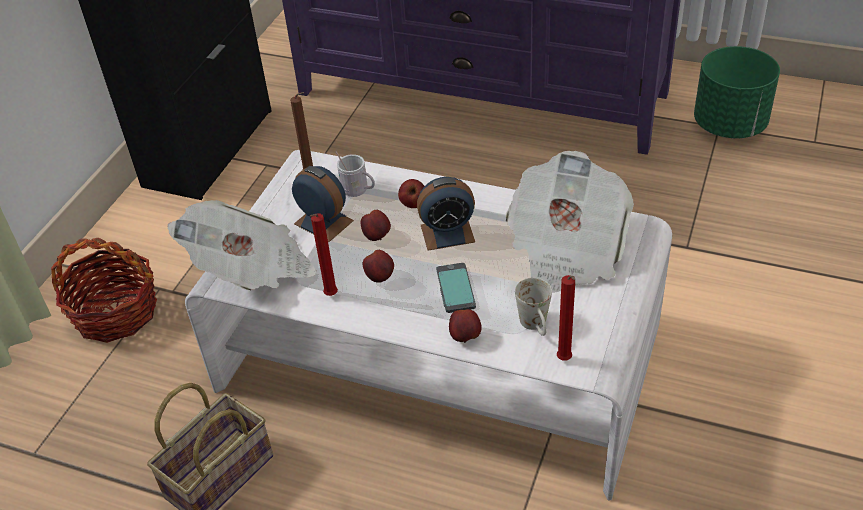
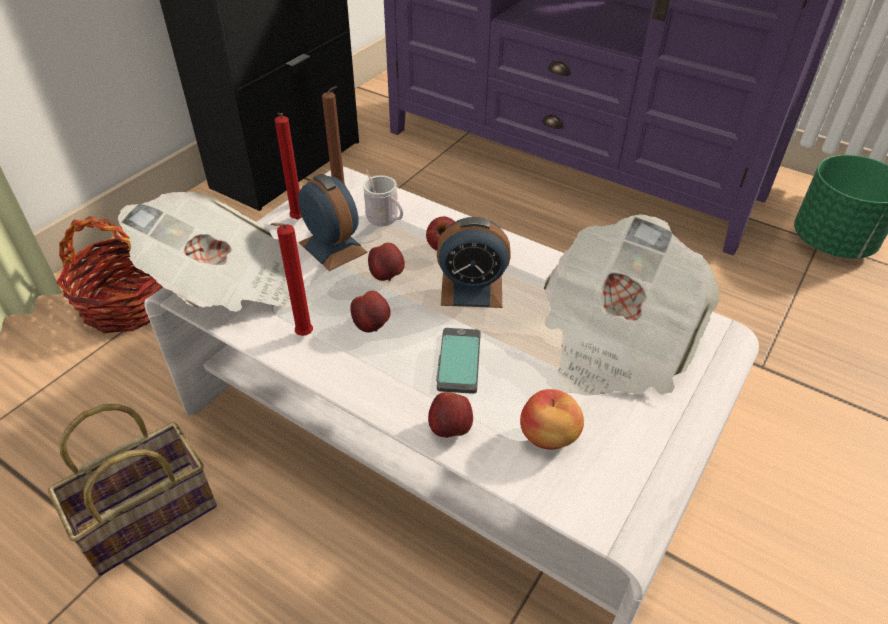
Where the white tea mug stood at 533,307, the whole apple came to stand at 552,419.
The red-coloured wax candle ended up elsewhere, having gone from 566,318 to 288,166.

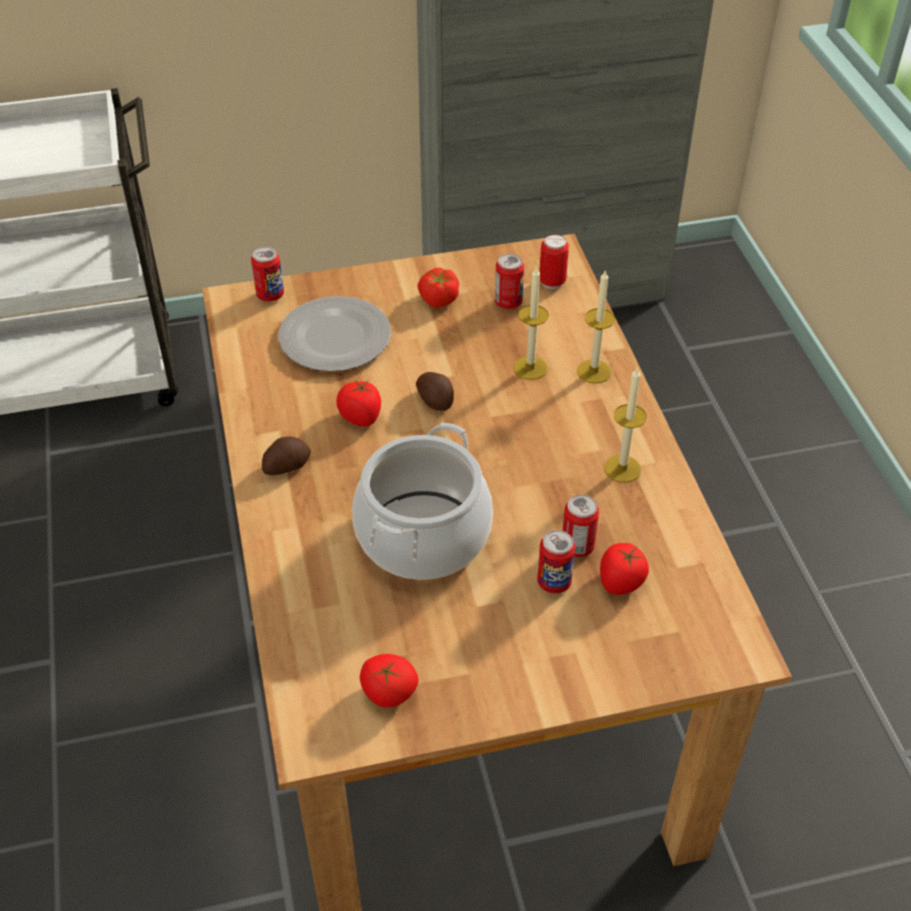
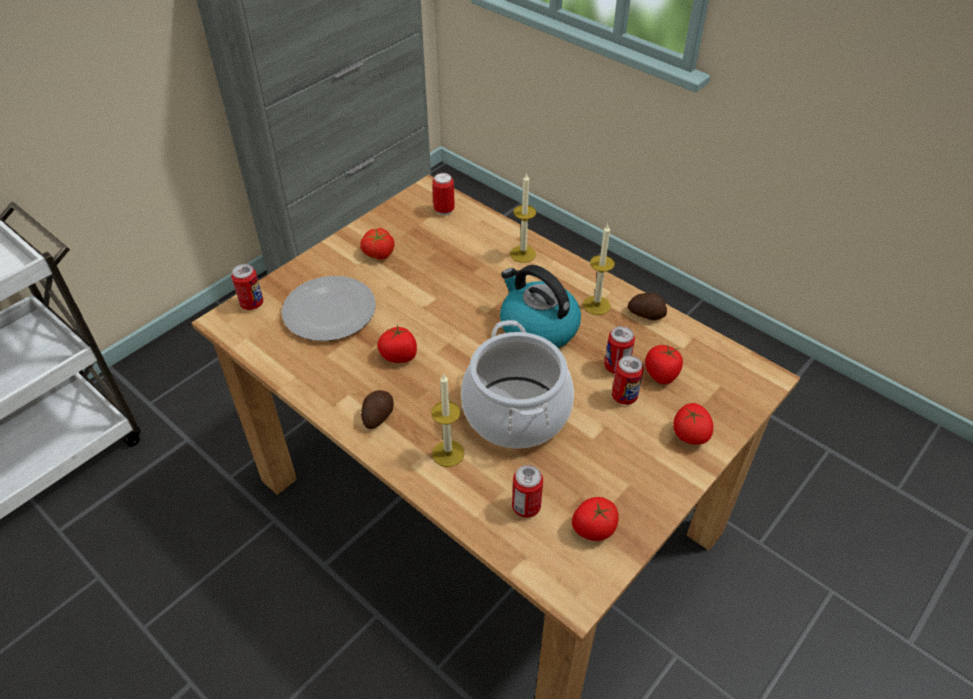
The whole potato ended up elsewhere, having gone from 435,391 to 647,306.
The can ended up elsewhere, having gone from 509,281 to 527,491.
The wax candle ended up elsewhere, having gone from 531,323 to 447,420.
The second view gained the kettle at 540,306.
The second view gained the whole tomato at 693,424.

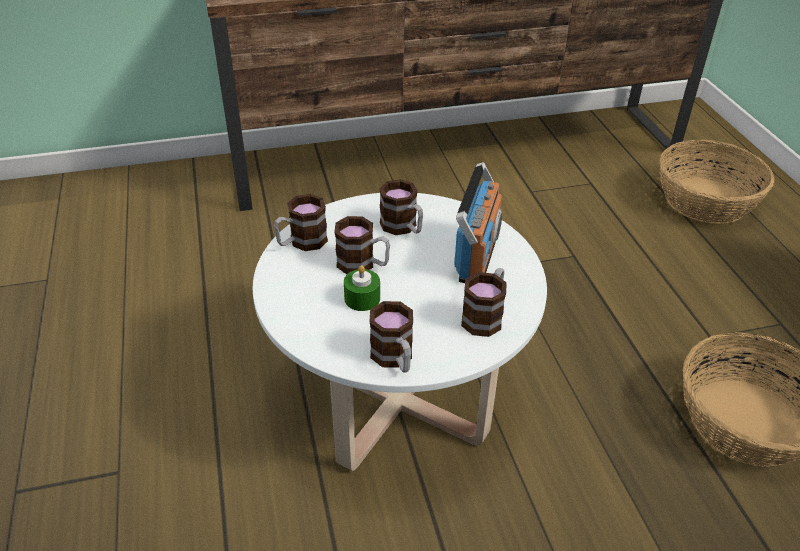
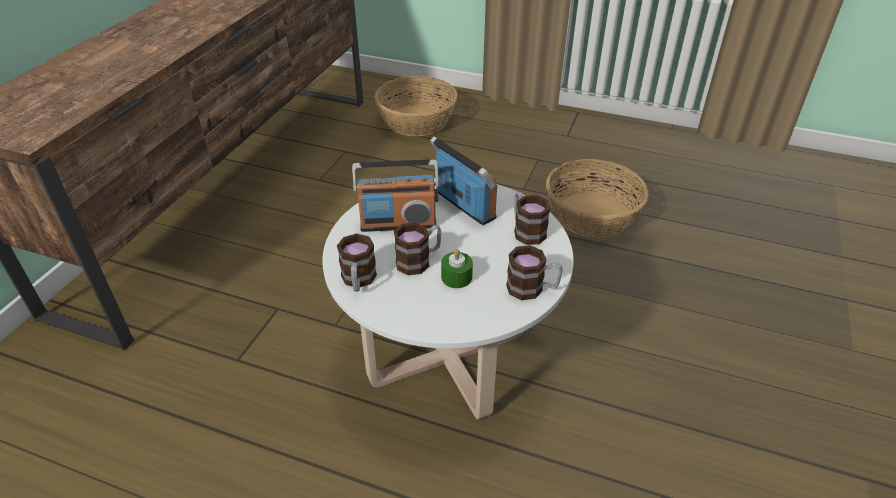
Where the tea mug stood at 401,207, the radio came to stand at 395,195.

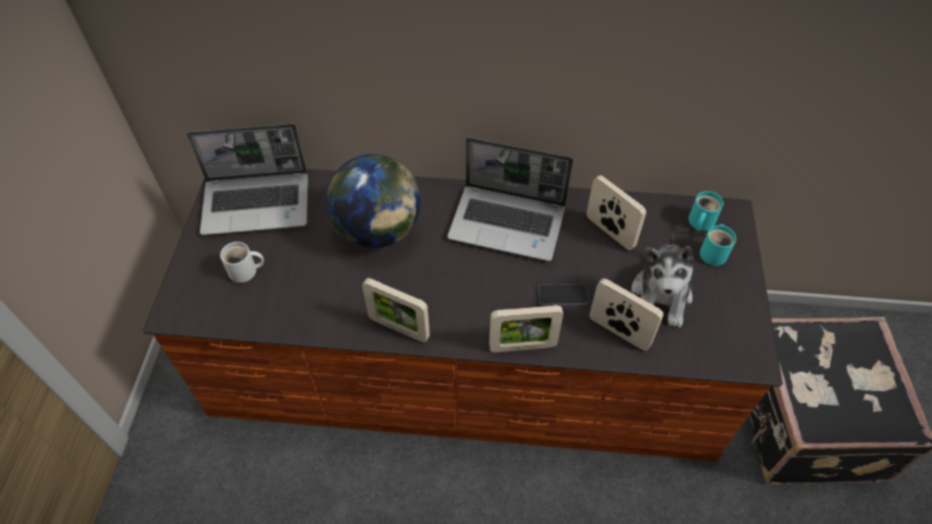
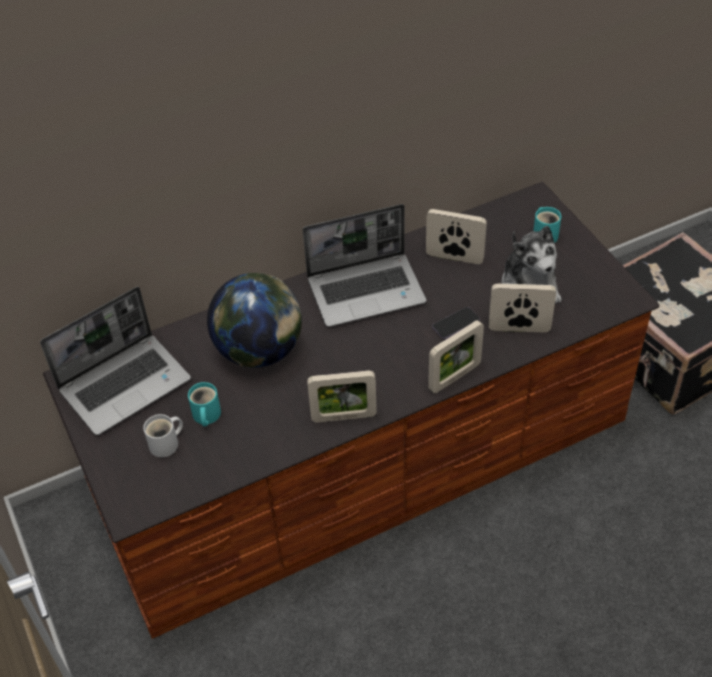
The turquoise tea mug ended up elsewhere, having gone from 705,211 to 204,404.

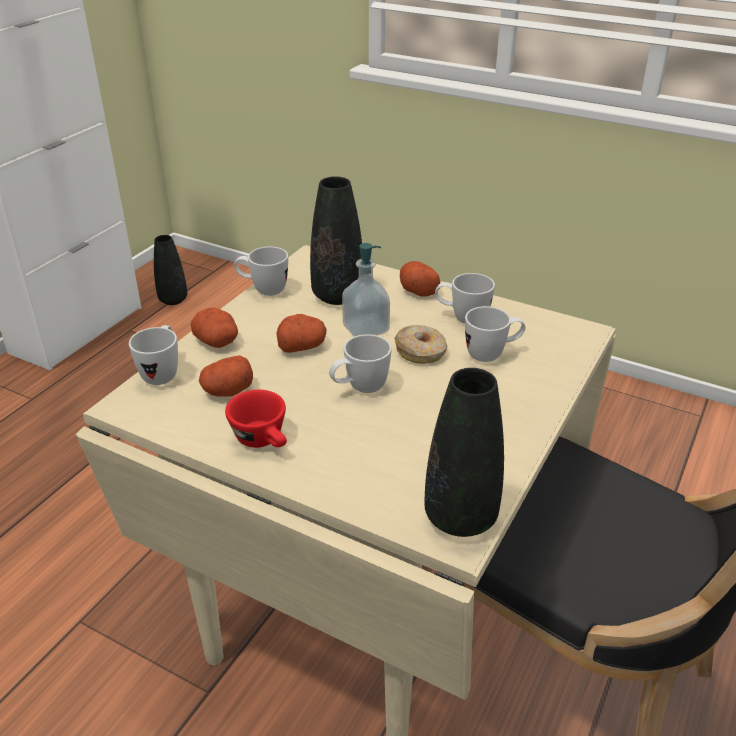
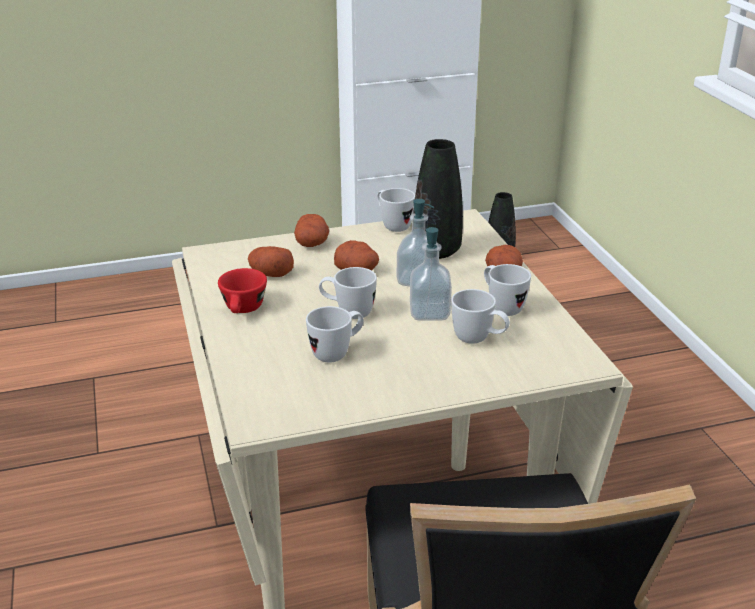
The white tea mug ended up elsewhere, having gone from 153,355 to 335,334.
Where the ring doughnut stood at 421,344, the soap bottle came to stand at 431,274.
The second view lost the black-coloured flower vase at 464,452.

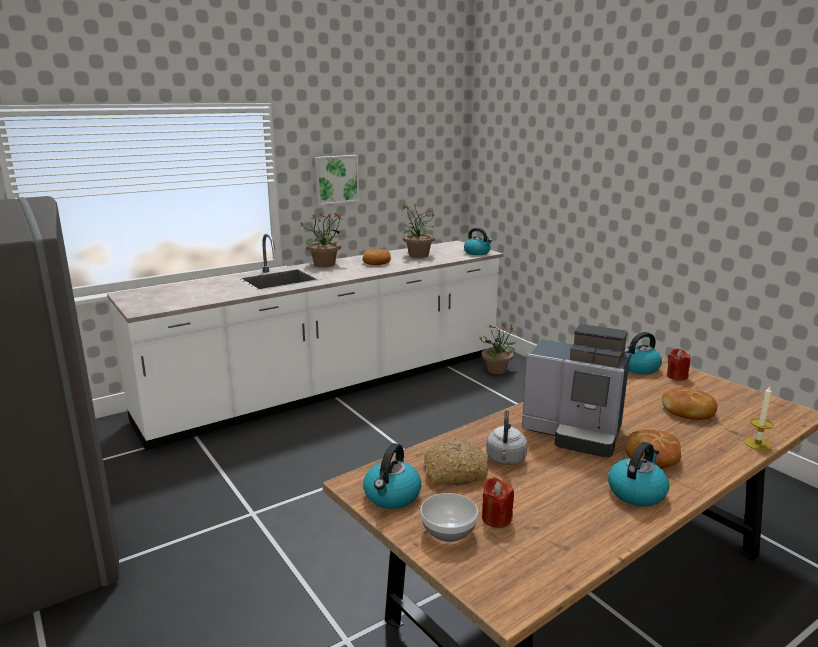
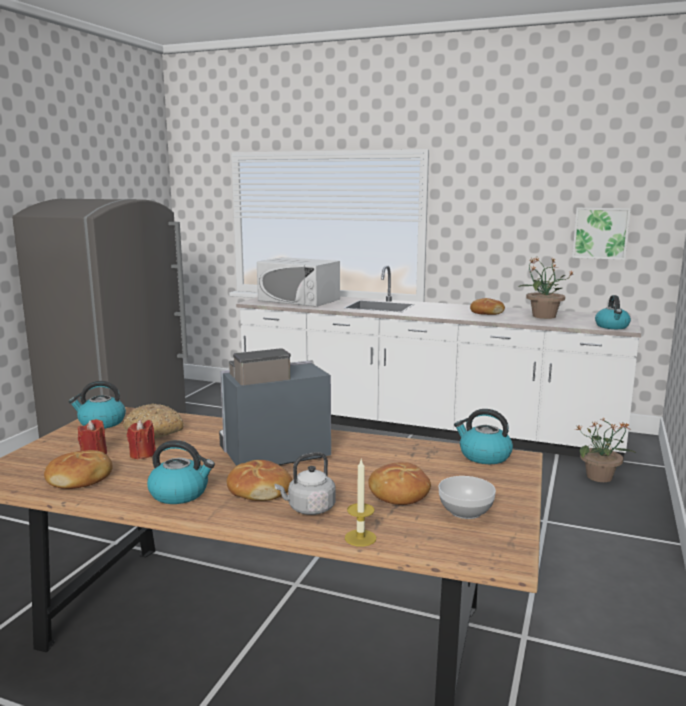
The second view lost the houseplant at 324,239.
The picture ended up elsewhere, having gone from 336,180 to 601,234.
The serving bowl ended up elsewhere, having gone from 449,517 to 467,497.
The gray kettle ended up elsewhere, having gone from 507,437 to 305,483.
The coffee machine at 576,391 ended up facing another way, 75 degrees clockwise from before.
The red-coloured wax candle ended up elsewhere, having gone from 679,364 to 141,440.
The second view gained the bread at 78,469.
The second view gained the white microwave oven at 298,282.

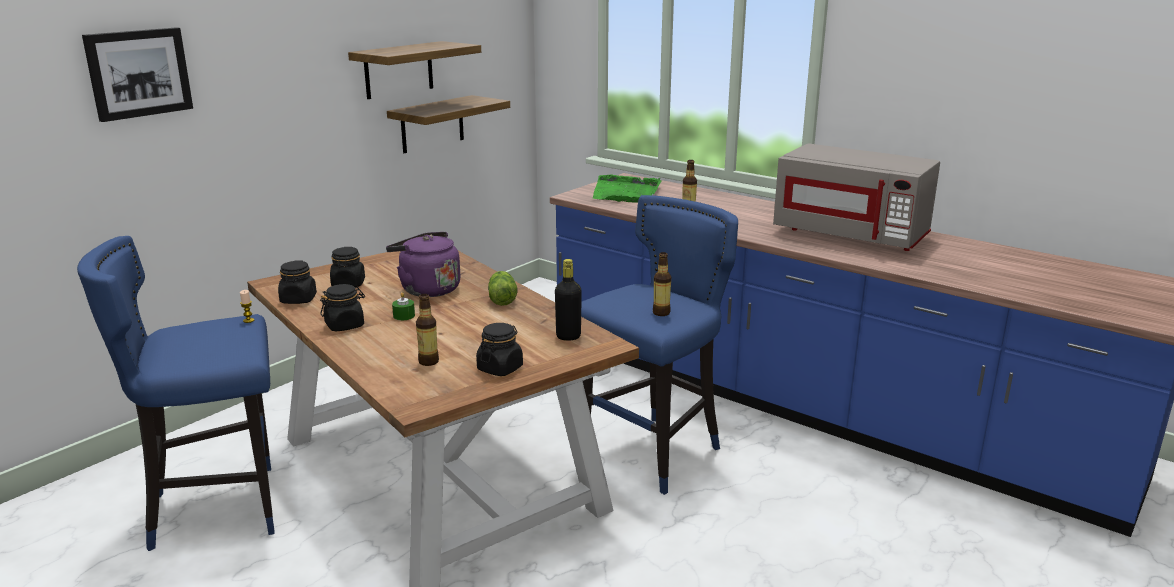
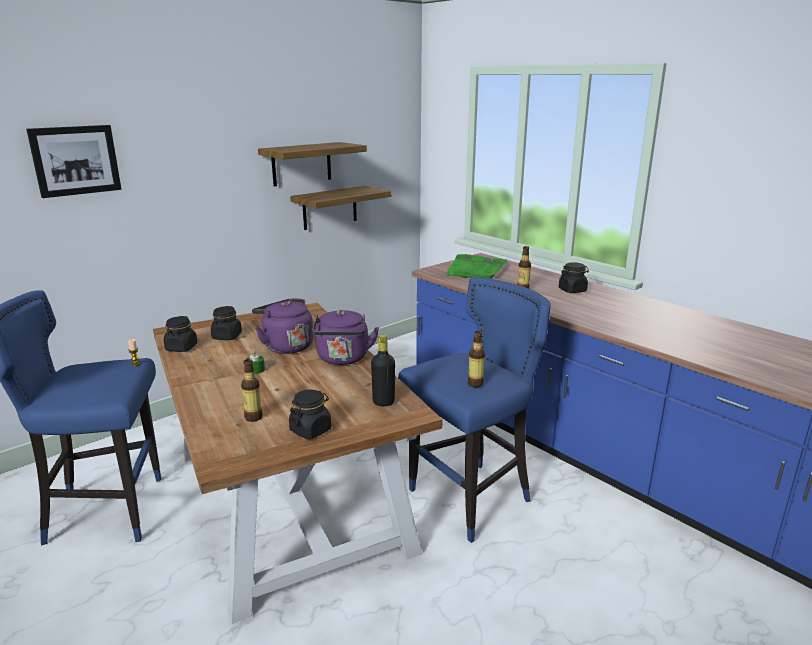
The black-coloured jar ended up elsewhere, having gone from 342,307 to 574,277.
Where the lettuce head stood at 502,288, the purple-coloured kettle came to stand at 345,337.
The second view lost the gray microwave oven at 856,197.

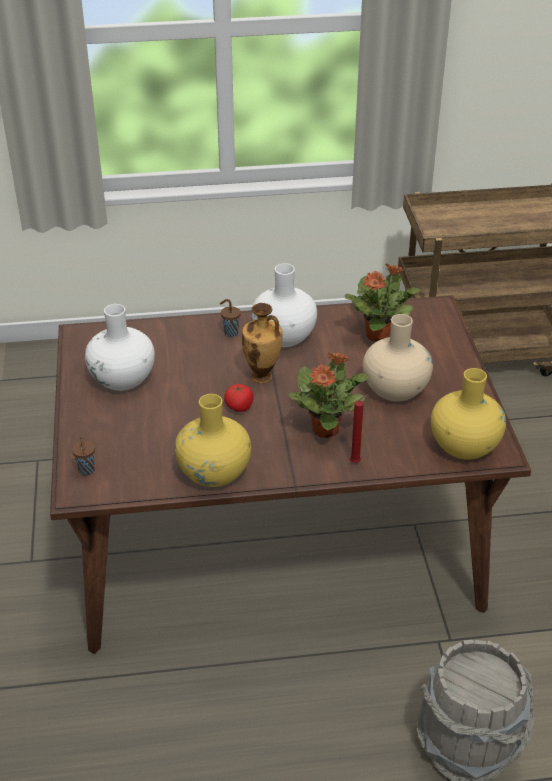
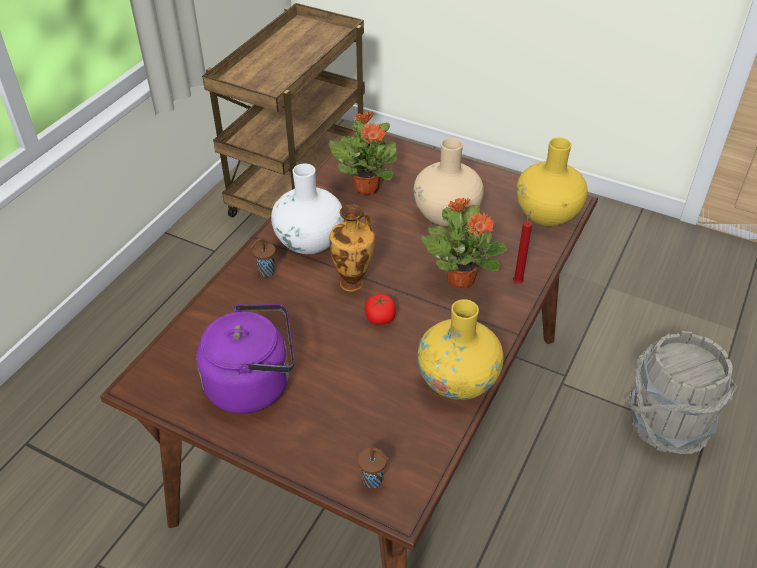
Where the white flower vase stood at 120,347, the purple-coloured kettle came to stand at 245,359.

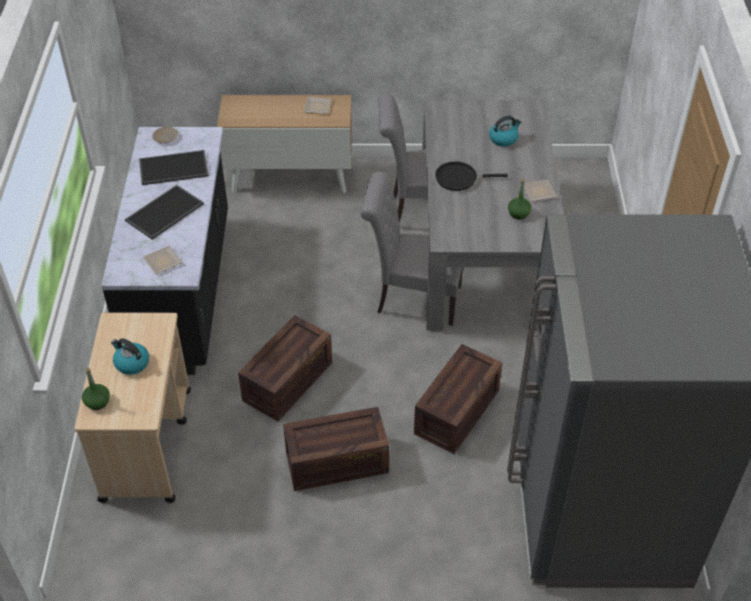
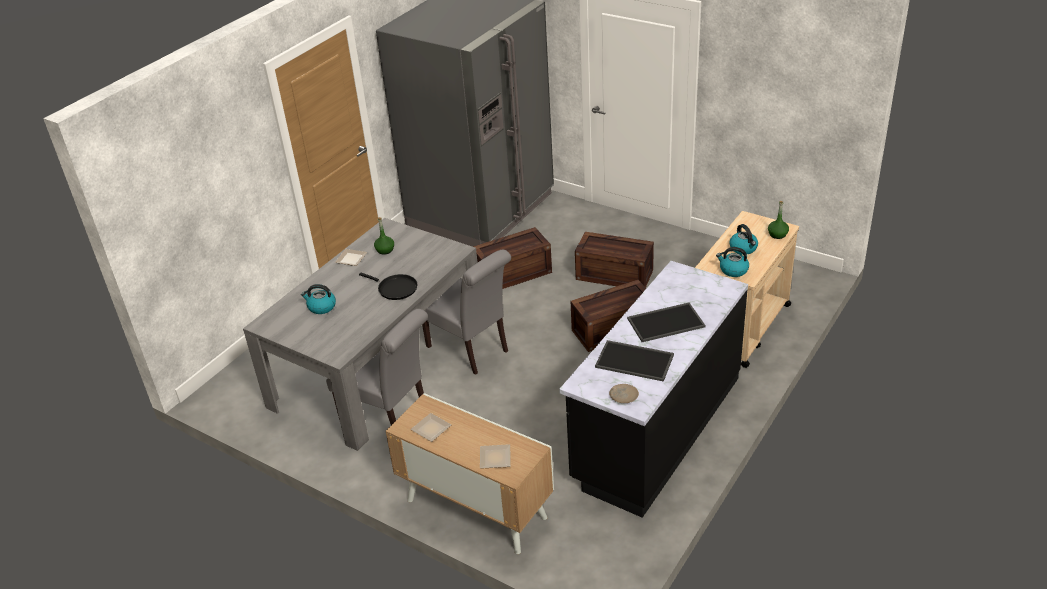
The flat dish ended up elsewhere, having gone from 163,260 to 495,456.
The second view gained the kettle at 732,262.

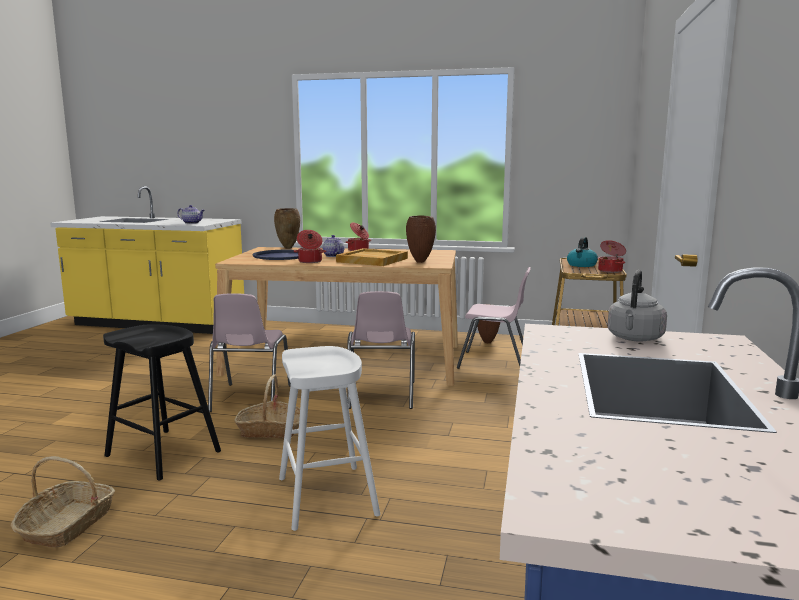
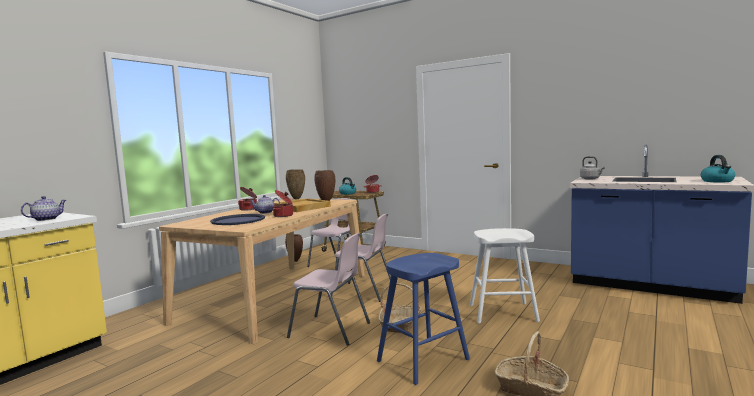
What was the black-coloured stool at 162,402 turned into the blue-coloured stool at 423,319.
The brownish flower vase ended up elsewhere, having gone from 287,228 to 295,184.
The second view gained the kettle at 718,169.

